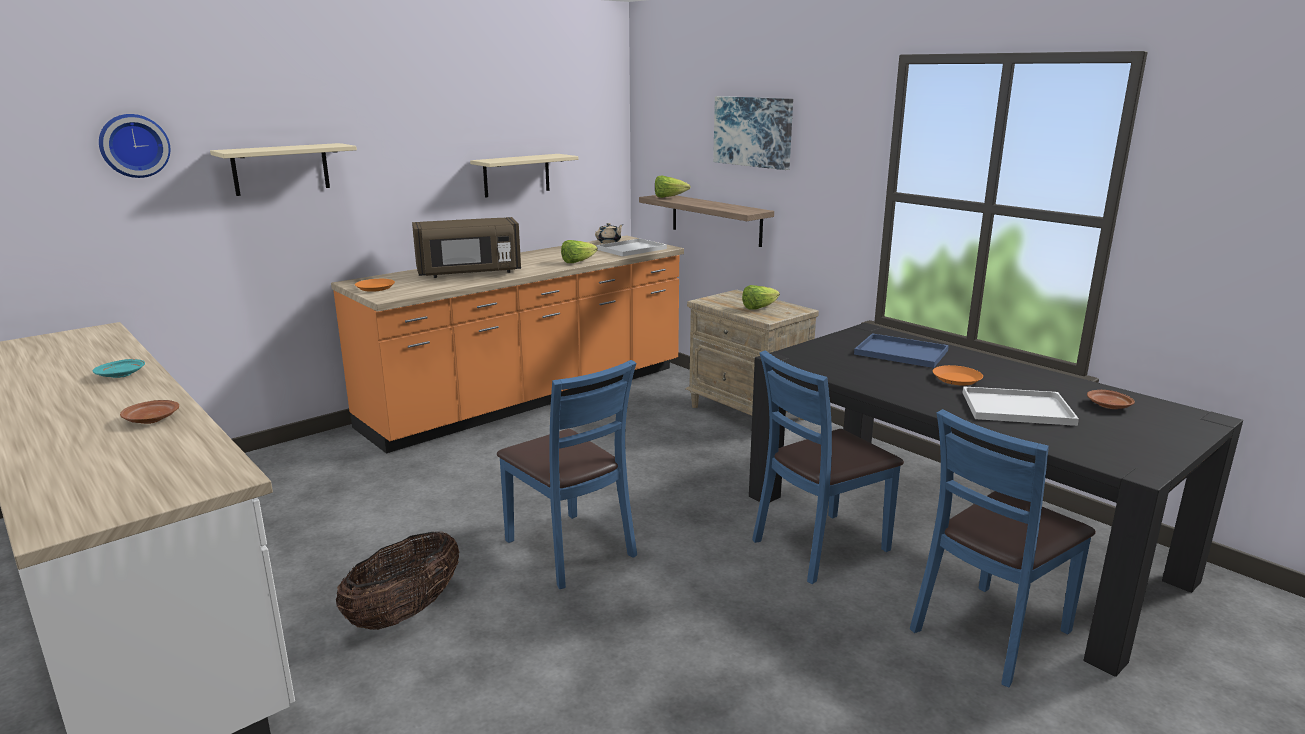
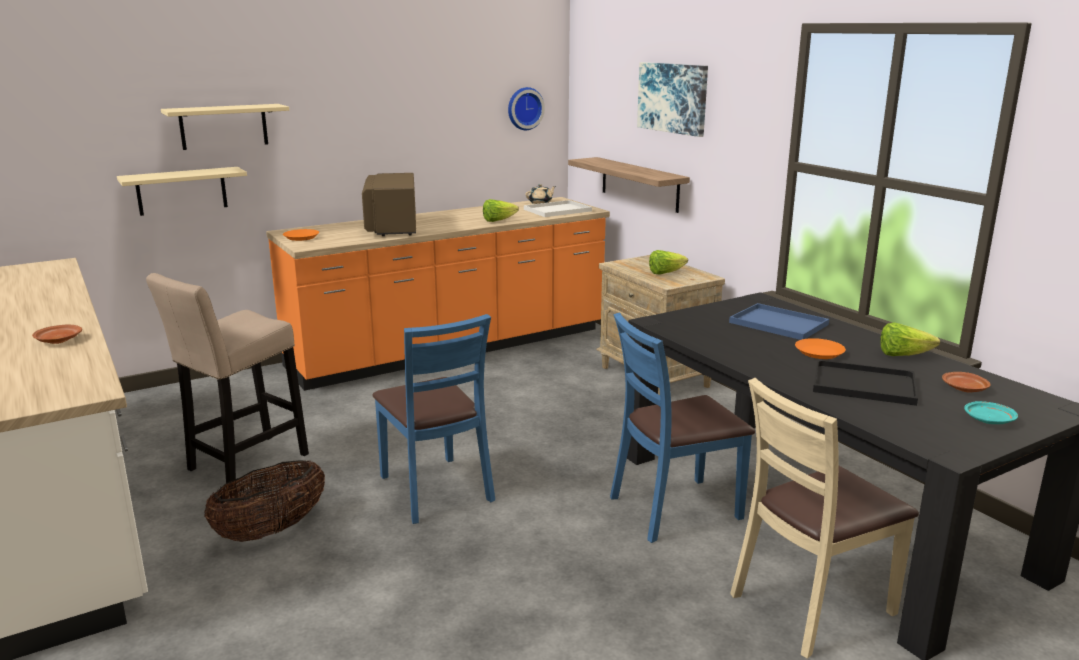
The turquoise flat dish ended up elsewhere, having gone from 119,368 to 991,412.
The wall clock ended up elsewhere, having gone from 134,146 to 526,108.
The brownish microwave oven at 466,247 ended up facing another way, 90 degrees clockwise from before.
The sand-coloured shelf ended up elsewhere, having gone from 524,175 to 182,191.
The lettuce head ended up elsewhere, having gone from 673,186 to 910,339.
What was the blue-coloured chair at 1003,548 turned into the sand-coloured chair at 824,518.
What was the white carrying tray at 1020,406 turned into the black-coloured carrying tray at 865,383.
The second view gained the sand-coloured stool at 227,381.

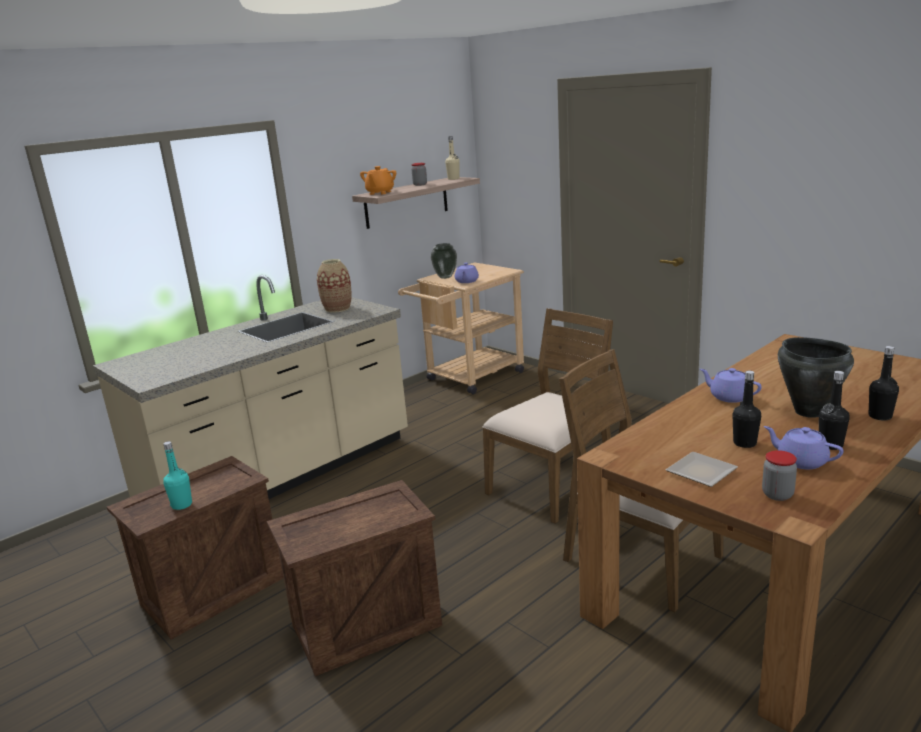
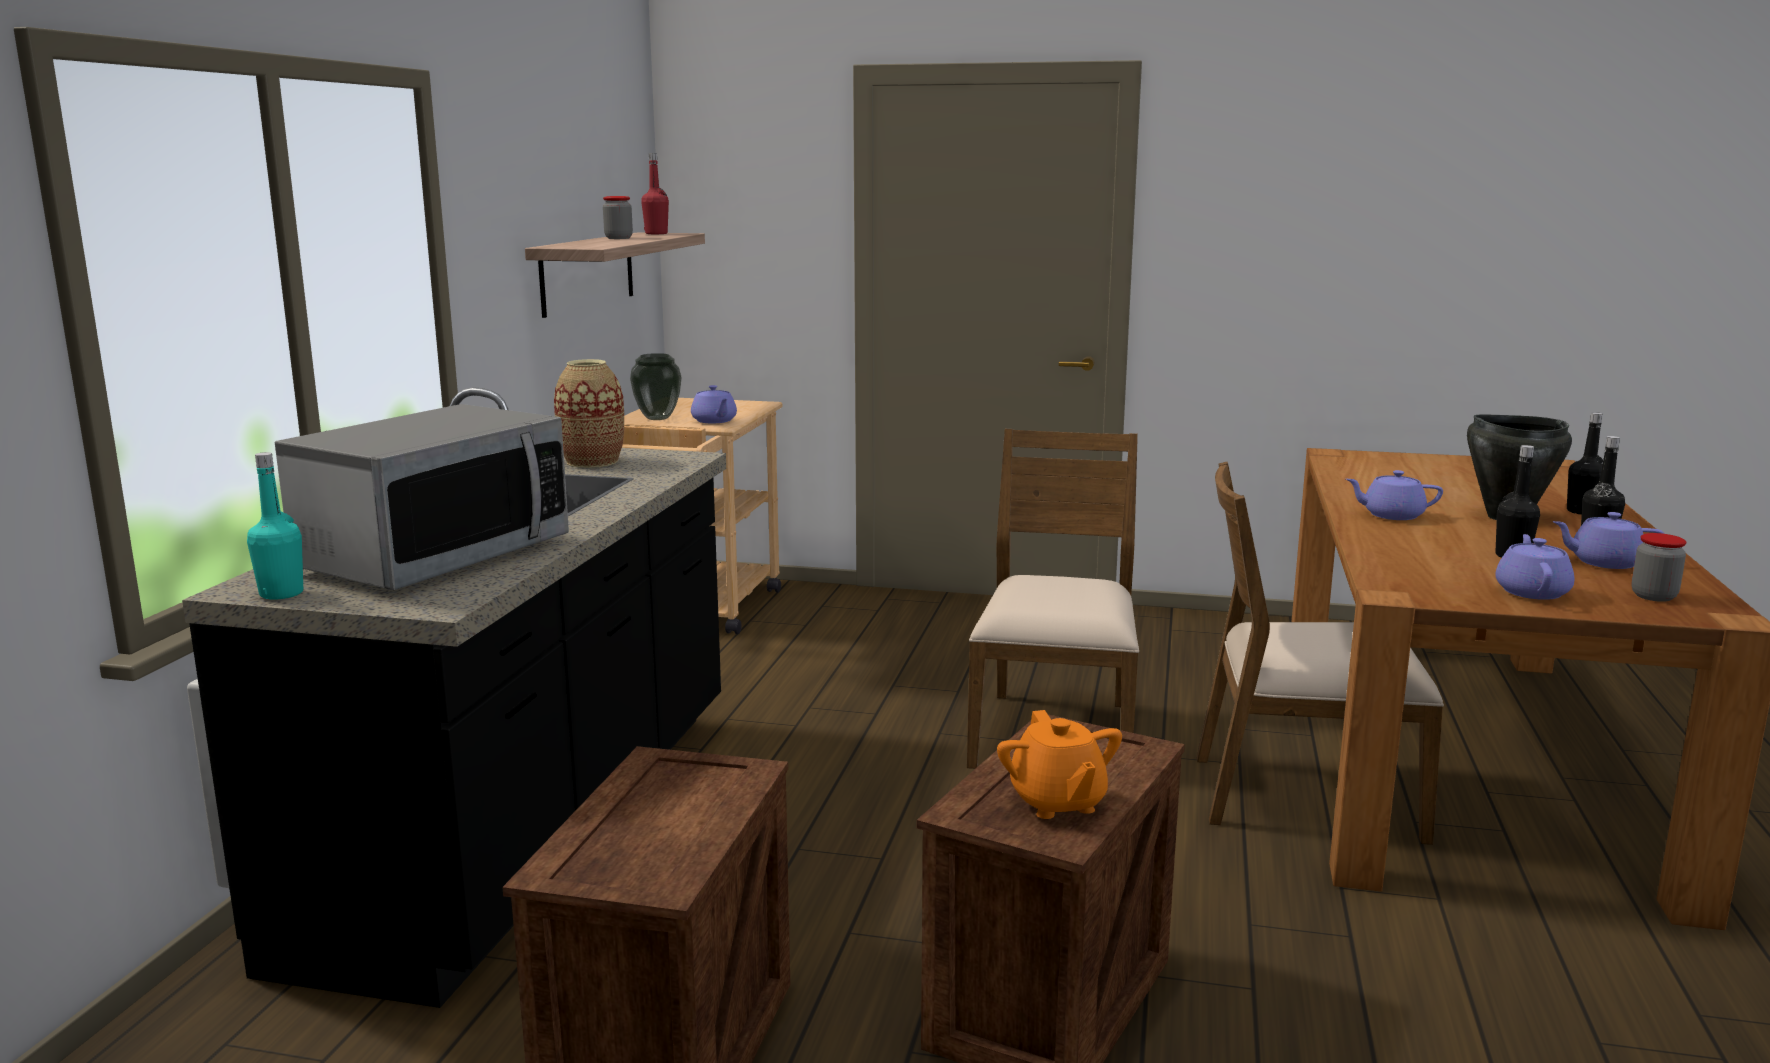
What was the sand-coloured kitchen counter at 250,387 turned into the black-coloured kitchen counter at 454,697.
The turquoise beverage bottle ended up elsewhere, having gone from 177,475 to 275,526.
The orangey tea pot ended up elsewhere, having gone from 378,180 to 1059,764.
What was the sand-coloured beverage bottle at 452,158 turned into the red-coloured beverage bottle at 655,193.
Where the flat dish stood at 702,469, the purple-coloured tea pot came to stand at 1534,567.
The second view gained the microwave oven at 422,497.

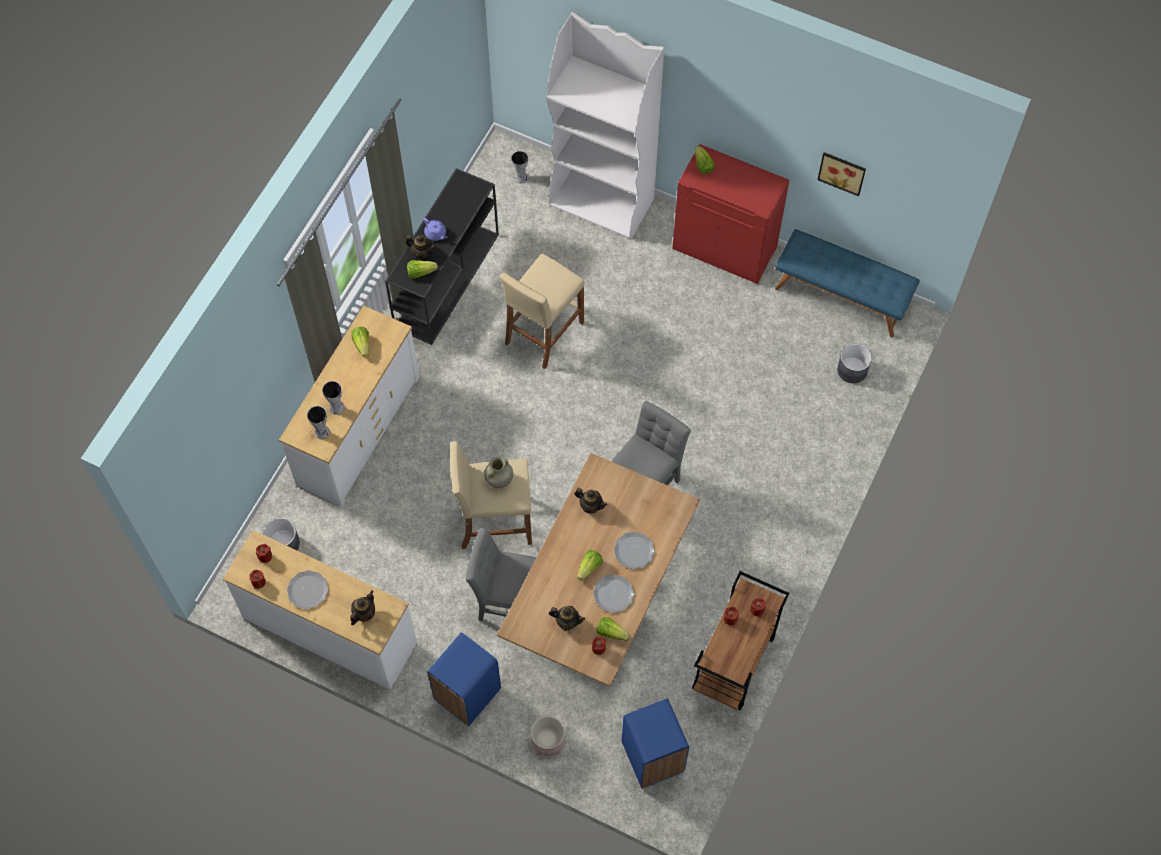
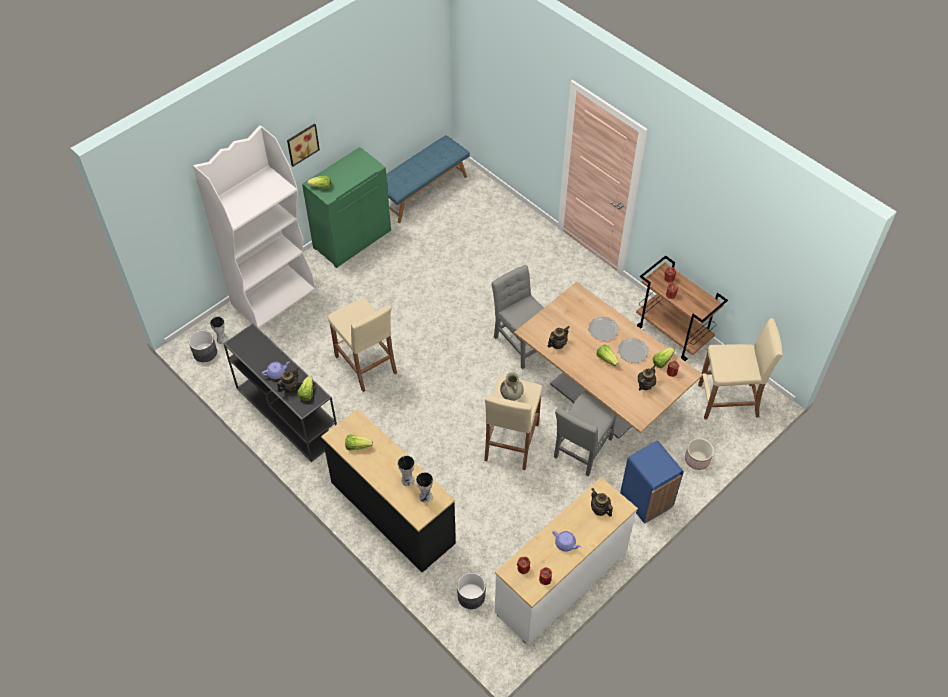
What was the white chest of drawers at 349,406 turned into the black-coloured chest of drawers at 388,490.
Where the flat dish stood at 308,589, the purple-coloured tea pot came to stand at 567,541.
Where the blue-coloured waste bin stood at 655,743, the sand-coloured stool came to stand at 740,368.
What was the red-coloured cupboard at 730,214 turned into the green cupboard at 346,207.
The picture ended up elsewhere, having gone from 842,174 to 303,144.
The gray flower pot ended up elsewhere, having gone from 854,363 to 203,346.

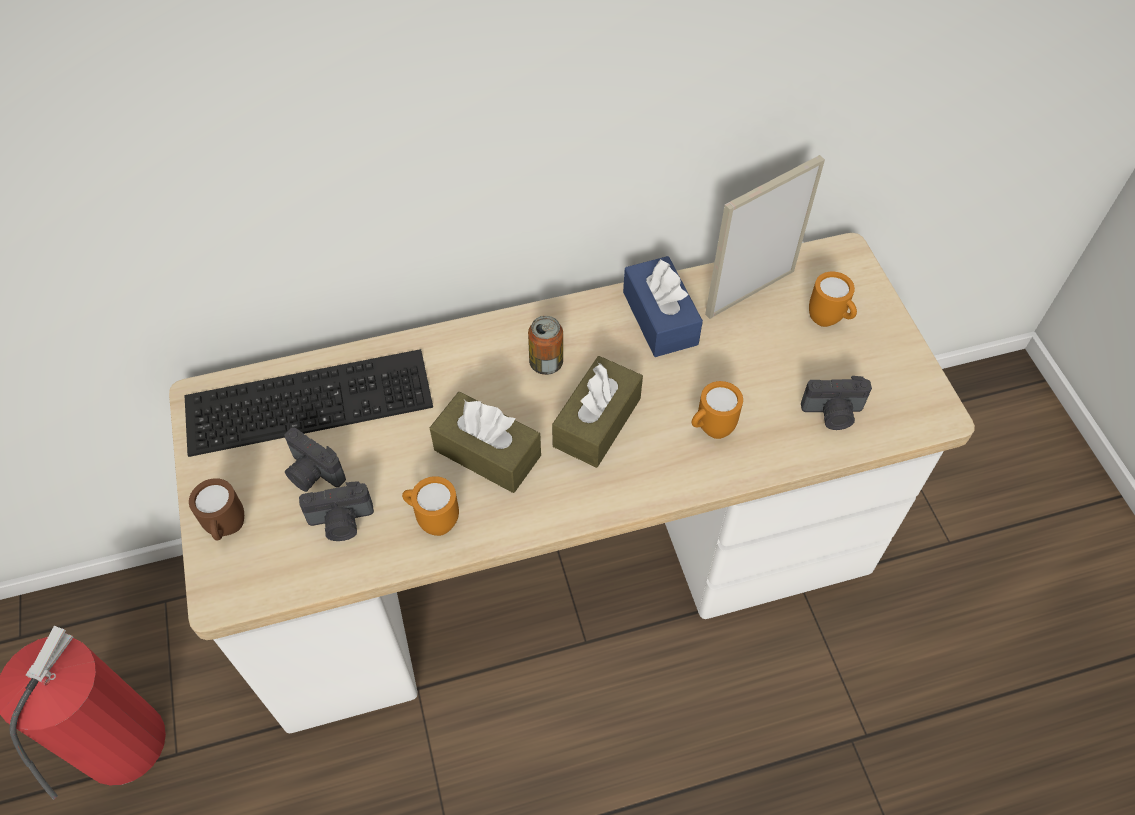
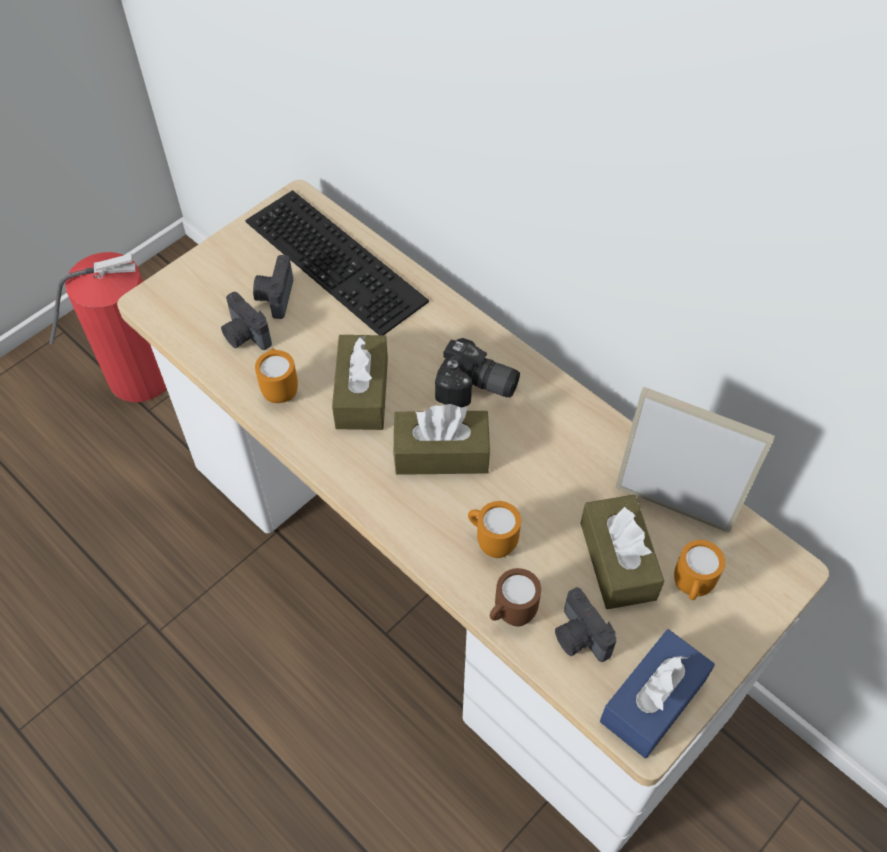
The brownish tea mug ended up elsewhere, having gone from 216,509 to 515,597.
Where the can stood at 545,345, the still camera came to stand at 477,373.
The blue-coloured box of tissues ended up elsewhere, having gone from 663,306 to 657,693.
The second view gained the brownish box of tissues at 622,552.

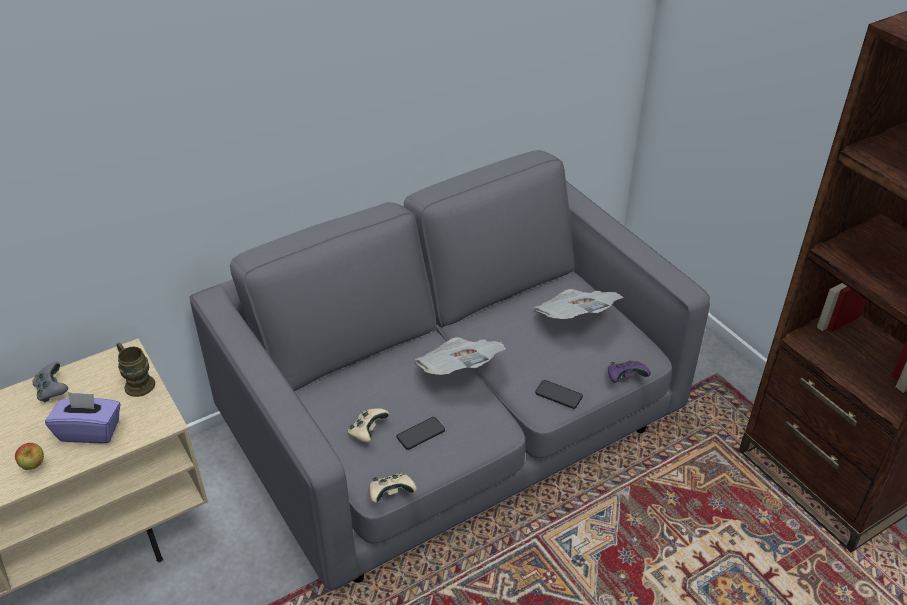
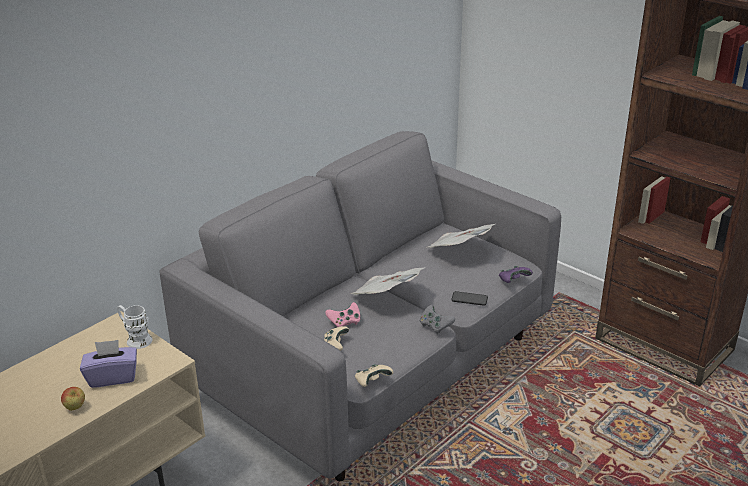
The gray game controller ended up elsewhere, having gone from 50,382 to 437,319.
What was the brownish tea mug at 135,369 turned into the white tea mug at 135,327.
The second view lost the handset at 421,433.
The second view gained the pinkish game controller at 342,314.

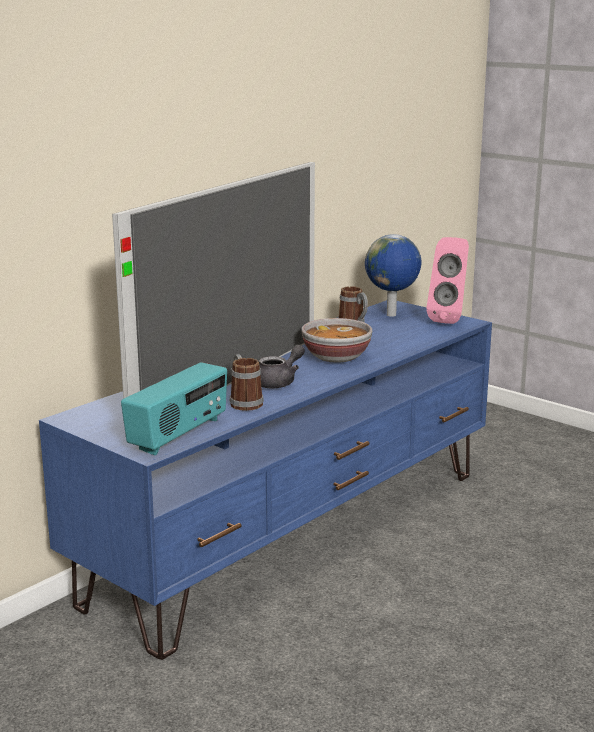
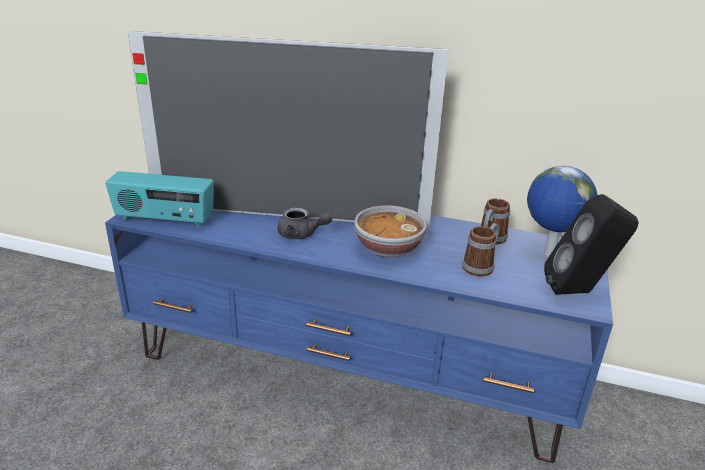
The tea mug ended up elsewhere, having gone from 247,382 to 481,250.
What was the pinkish audio speaker at 447,280 turned into the black-coloured audio speaker at 591,244.

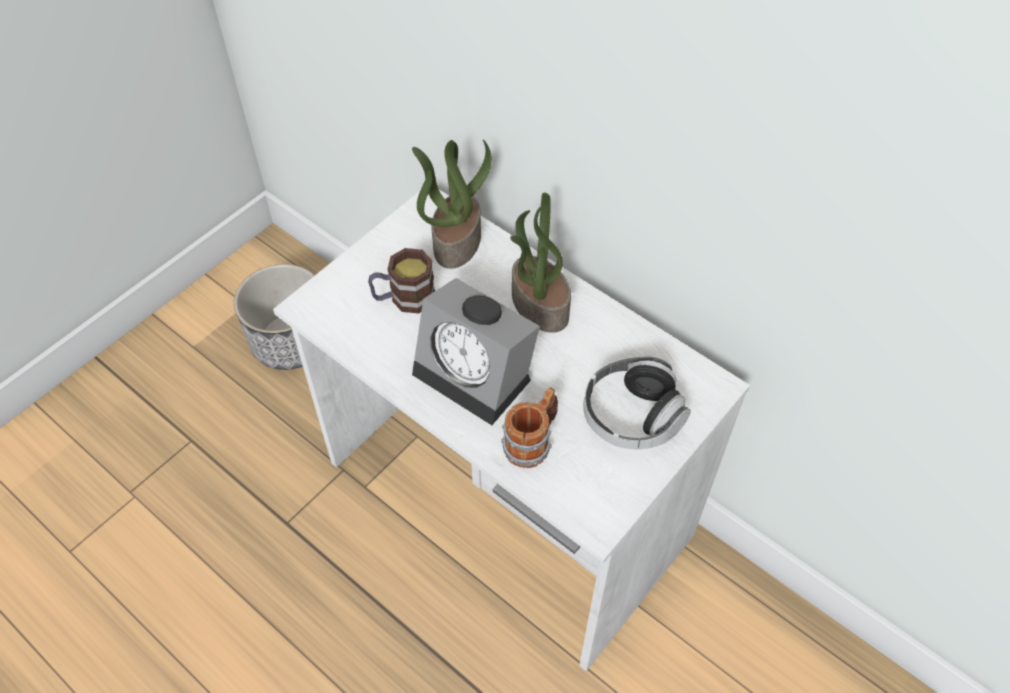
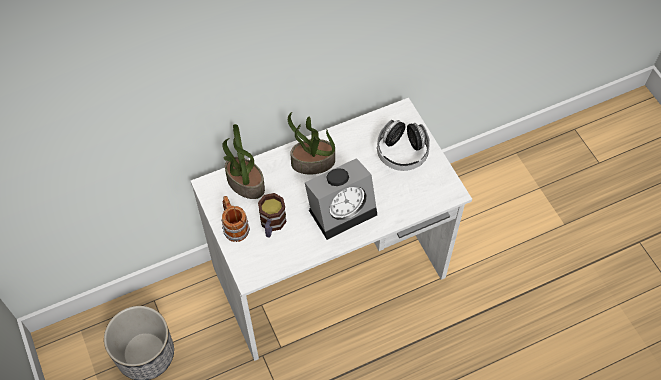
The tea mug ended up elsewhere, having gone from 529,427 to 235,219.

